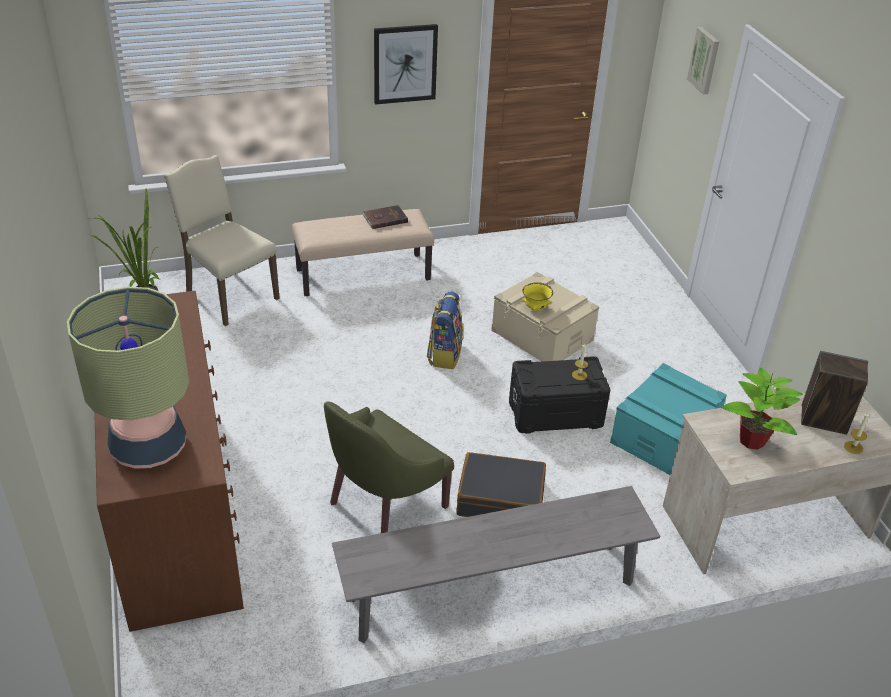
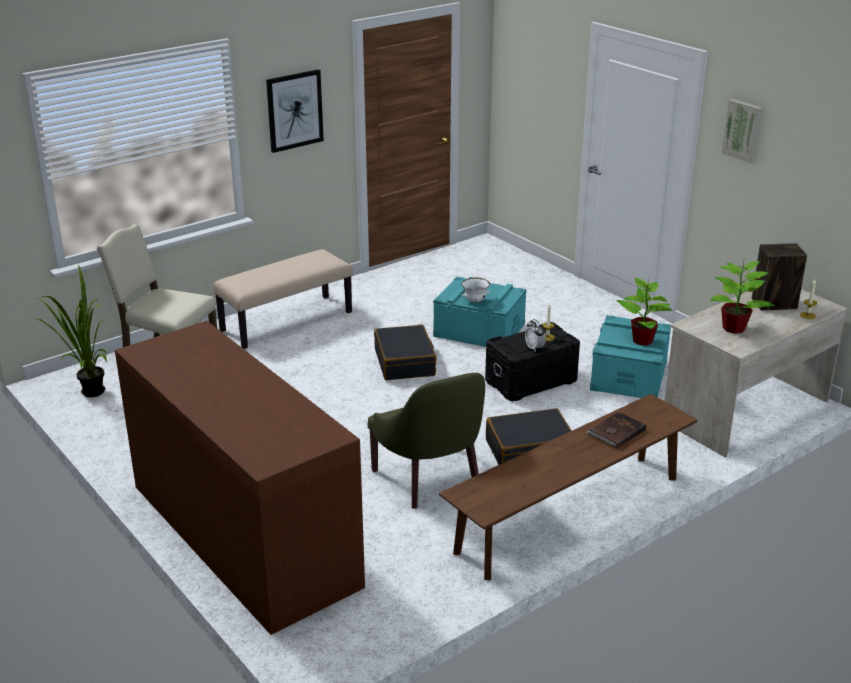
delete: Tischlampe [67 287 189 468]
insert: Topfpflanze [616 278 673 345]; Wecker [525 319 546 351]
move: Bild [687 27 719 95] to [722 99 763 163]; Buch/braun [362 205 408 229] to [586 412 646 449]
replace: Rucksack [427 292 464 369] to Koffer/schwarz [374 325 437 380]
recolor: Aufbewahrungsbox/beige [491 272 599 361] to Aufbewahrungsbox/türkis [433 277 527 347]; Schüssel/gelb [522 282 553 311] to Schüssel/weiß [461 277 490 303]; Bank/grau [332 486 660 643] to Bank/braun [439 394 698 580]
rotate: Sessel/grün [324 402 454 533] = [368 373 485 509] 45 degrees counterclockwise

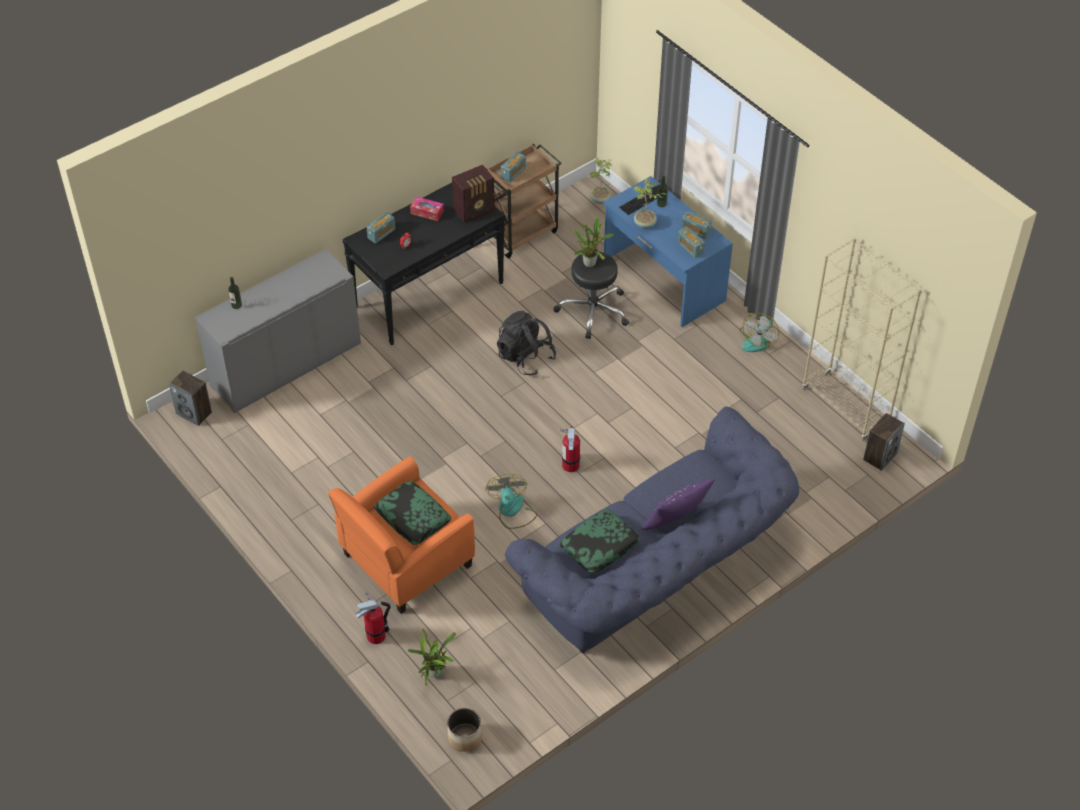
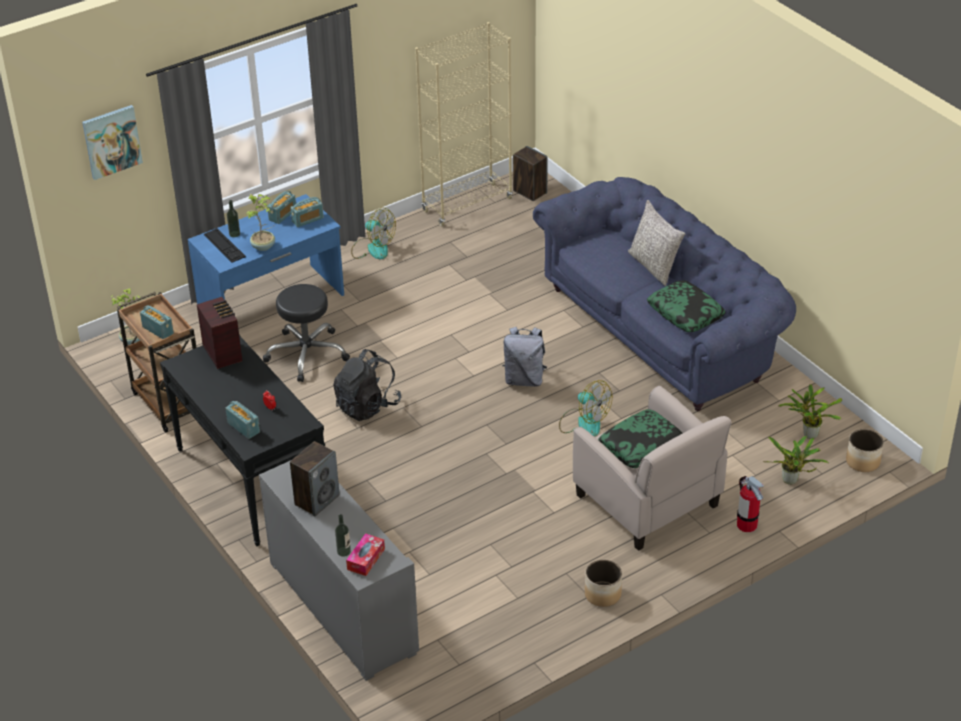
insert: Bild [82 105 143 180]; Pflanzkübel [585 560 622 607]
move: Taschentuchbox [410 197 444 221] to [346 533 385 576]; Topfpflanze [573 217 614 267] to [779 384 842 439]; Lautsprecher [169 371 212 426] to [290 441 340 516]
replace: Feuerlöscher [560 426 580 472] to Rucksack/grau [502 327 547 387]
recolor: Sessel/orange [328 456 475 614] to Sessel/beige [573 386 731 551]; Kissen/lila [641 478 715 530] to Kissen/grau [628 200 685 286]
rotate: Ventilator [485 474 537 529] = [559 380 612 437] 135 degrees counterclockwise

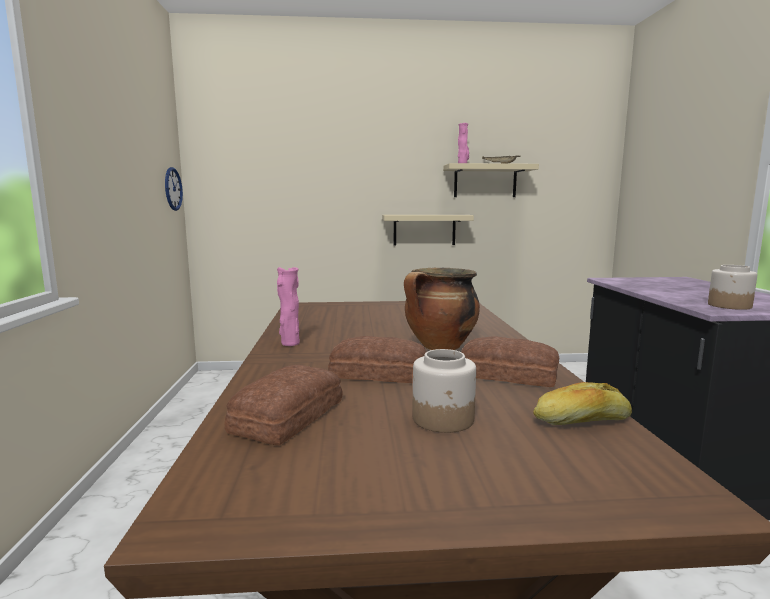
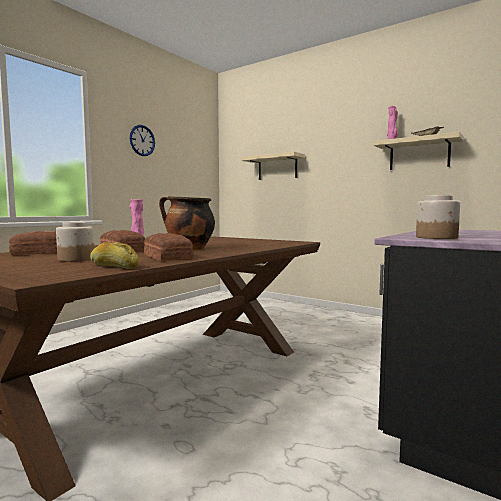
move: Wanduhr [165 167 183 211] to [130 125 155 156]; Wandregal/beige [382 215 474 245] to [241 152 305 180]

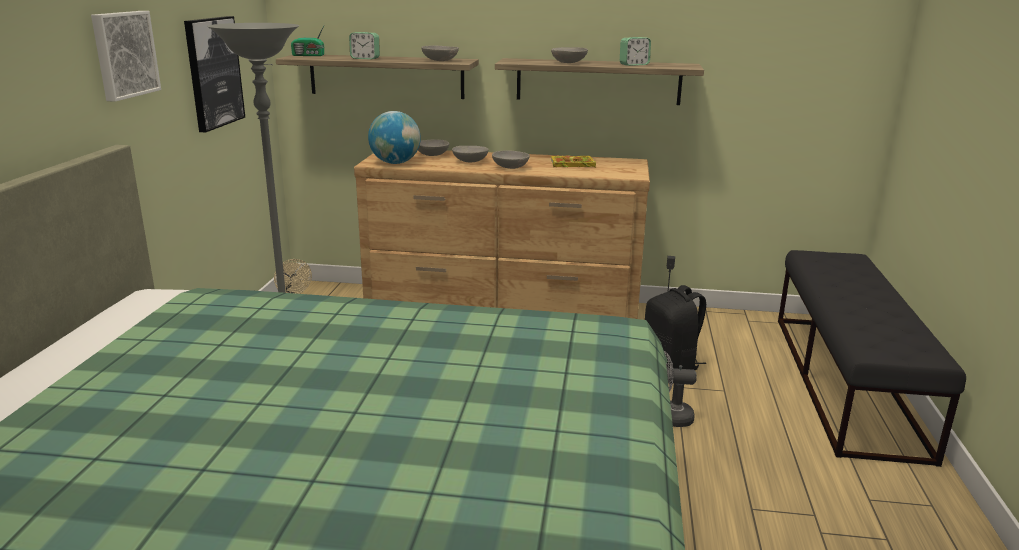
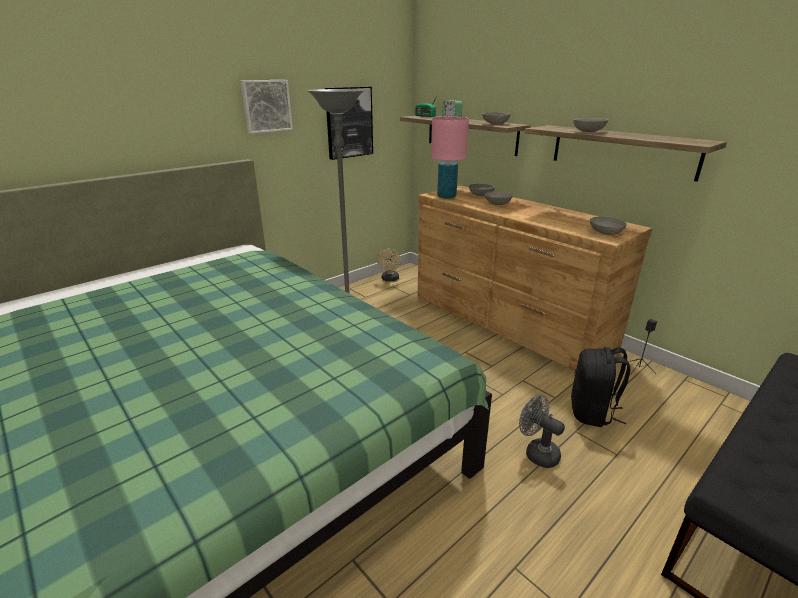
delete: Wecker [620 37 651 66]; Buch [551 155 596 167]
move: Schüssel/grau [492 150 530 169] to [590 217 627 235]
replace: Globus [368 111 421 164] to Tischlampe/rosa [431 117 469 199]

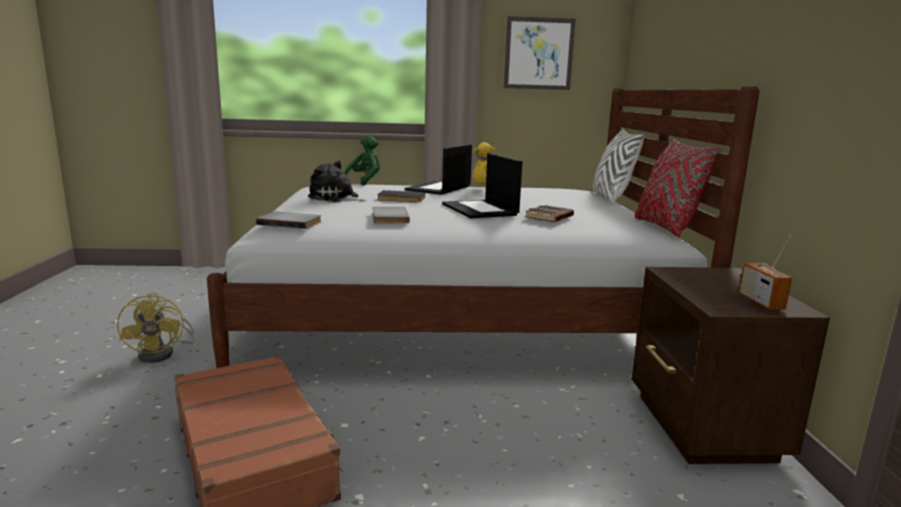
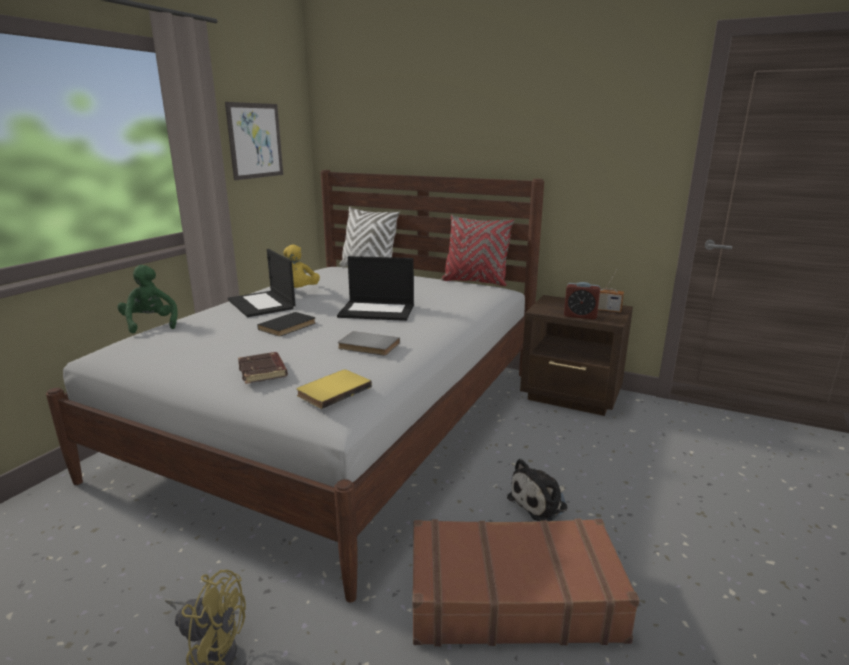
insert: Wecker [564 282 600 319]
move: Plüschtier [308 160 366 202] to [507 459 568 521]; Buch/braun [525 205 574 222] to [238 352 288 384]
recolor: Buch/grau [256 212 322 229] to Buch/gelb [296 370 372 409]

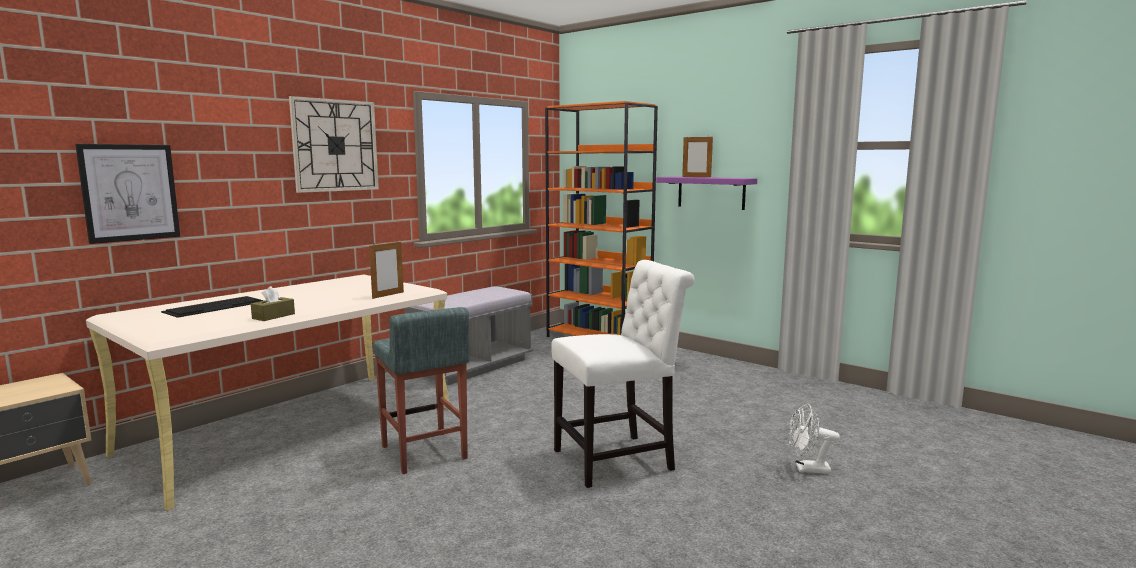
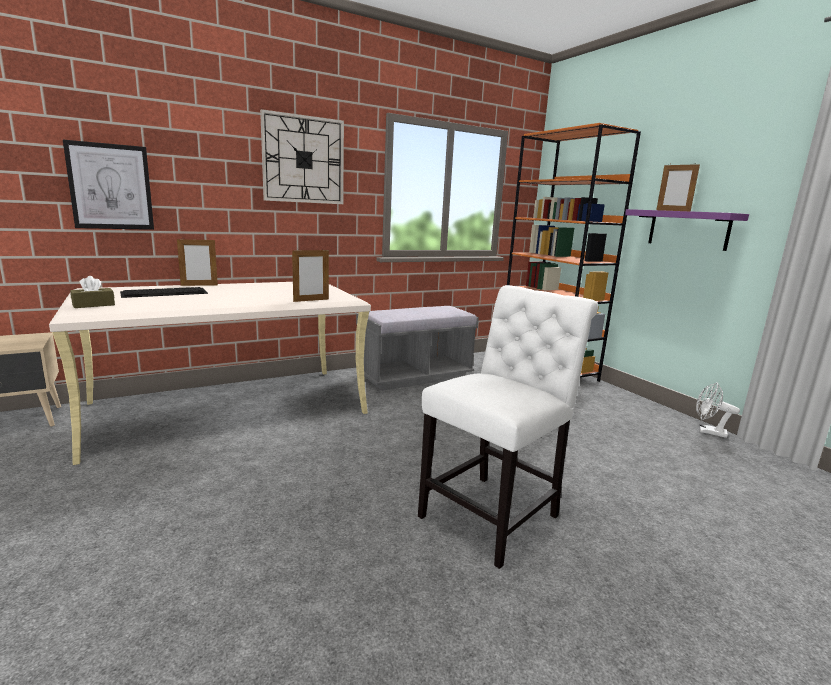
delete: Hocker/grau [373 307 470 474]
insert: Bilderrahmen [177 238 218 286]
move: Taschentuchbox/braun [251 286 295 321] to [70 276 115 308]; Ventilator/weiß [788 403 840 474] to [696 383 740 438]
rotate: Stuhl/weiß [551 260 695 488] = [418 285 598 569] 45 degrees counterclockwise

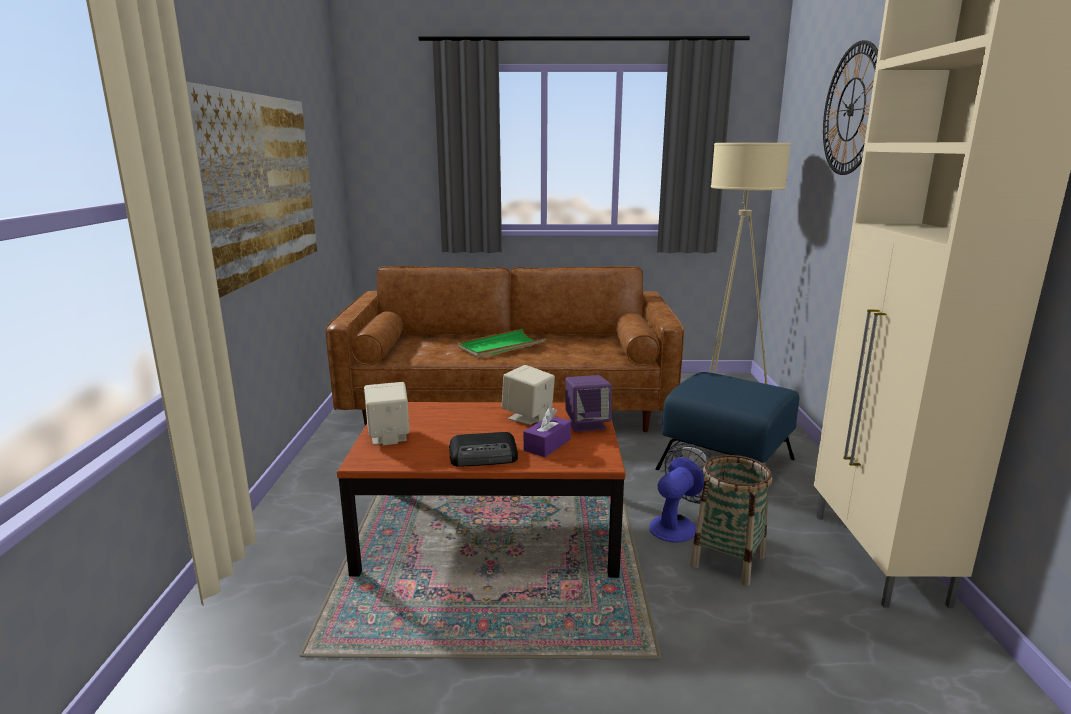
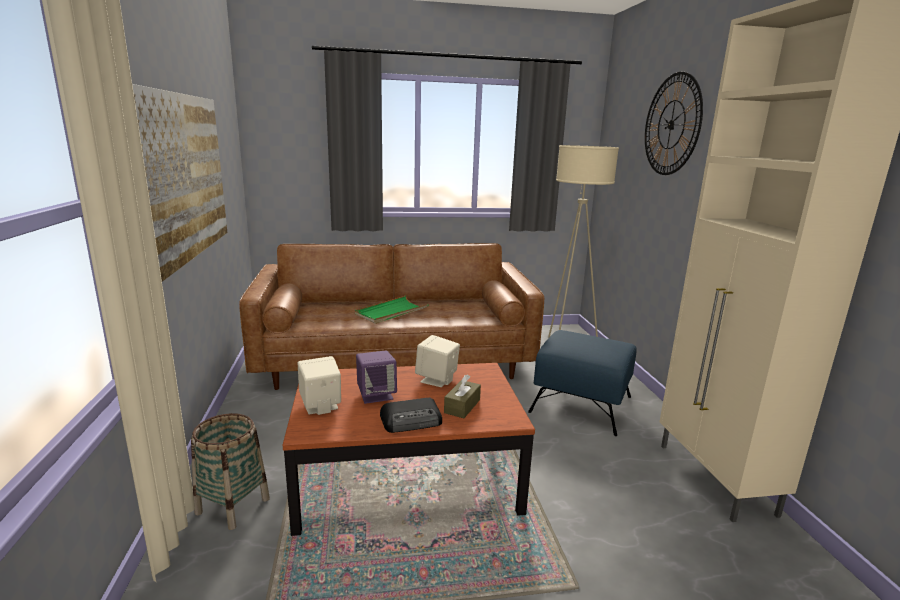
delete: Ventilator [649 443 711 543]
move: Lautsprecher/lila [565 375 612 432] to [356 350 397 404]; Korb [690 455 772 586] to [191 413 270 530]
recolor: Taschentuchbox/lila [523 407 571 457] to Taschentuchbox/braun [444 374 481 418]

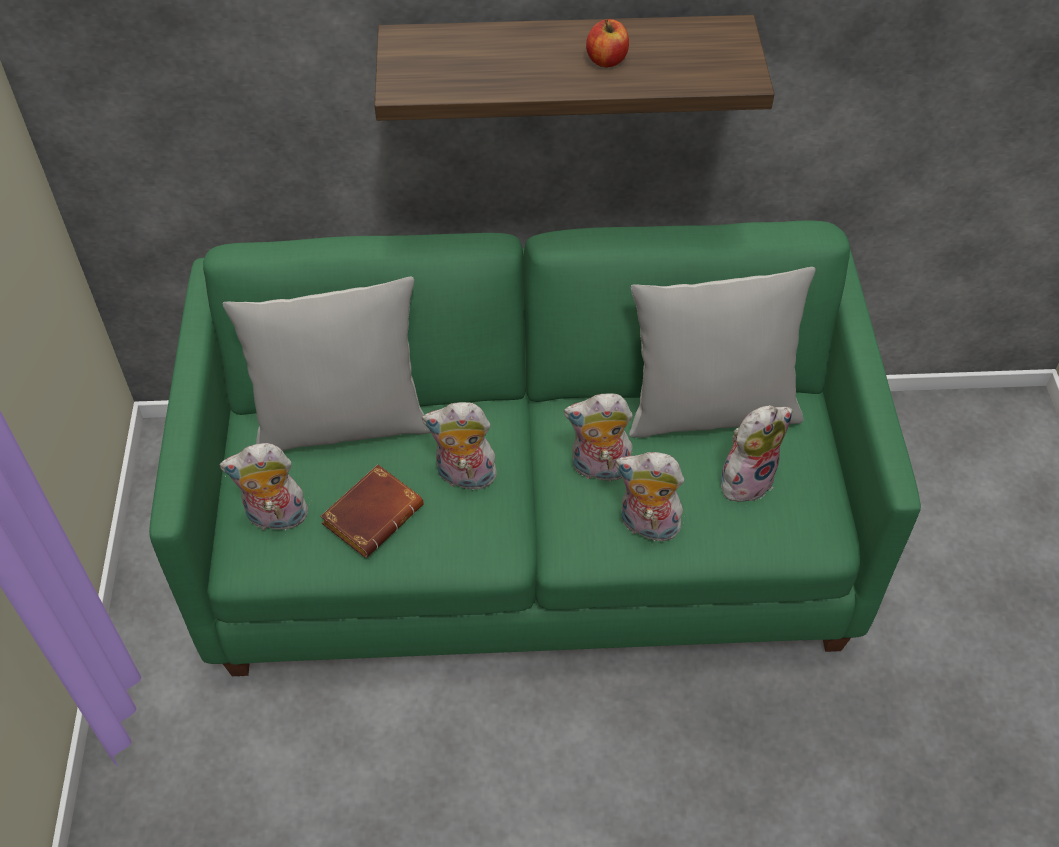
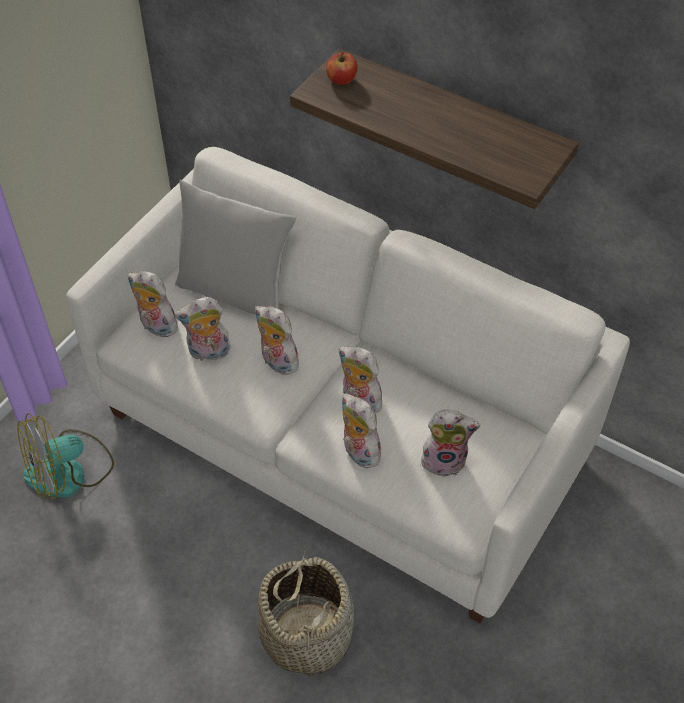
delete: Kissen/grau [629 267 816 438]
insert: Ventilator [17 413 114 499]; Korb [258 549 354 683]
move: Apfel [586 19 629 67] to [326 52 357 85]
replace: Buch/braun [320 464 424 558] to Plüschtier [174 297 231 361]
recolor: Sofa/grün [149 220 921 676] to Sofa/weiß [66 147 630 624]

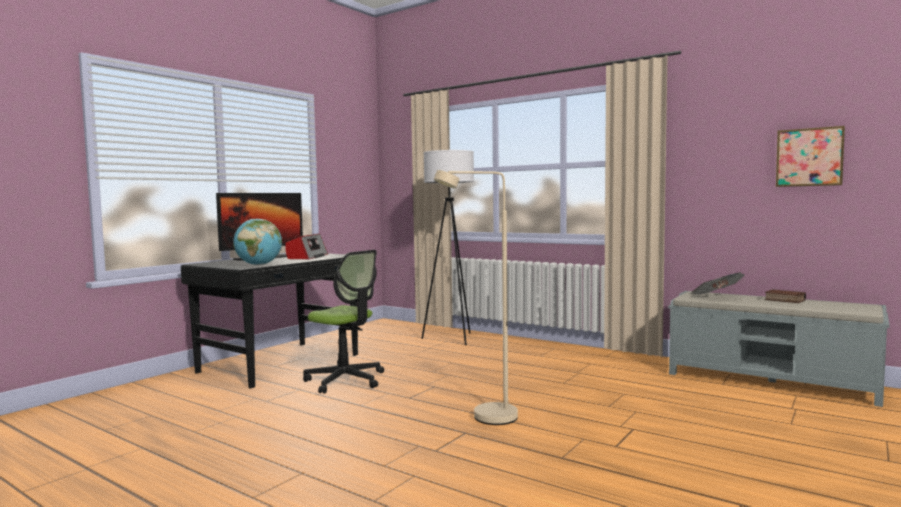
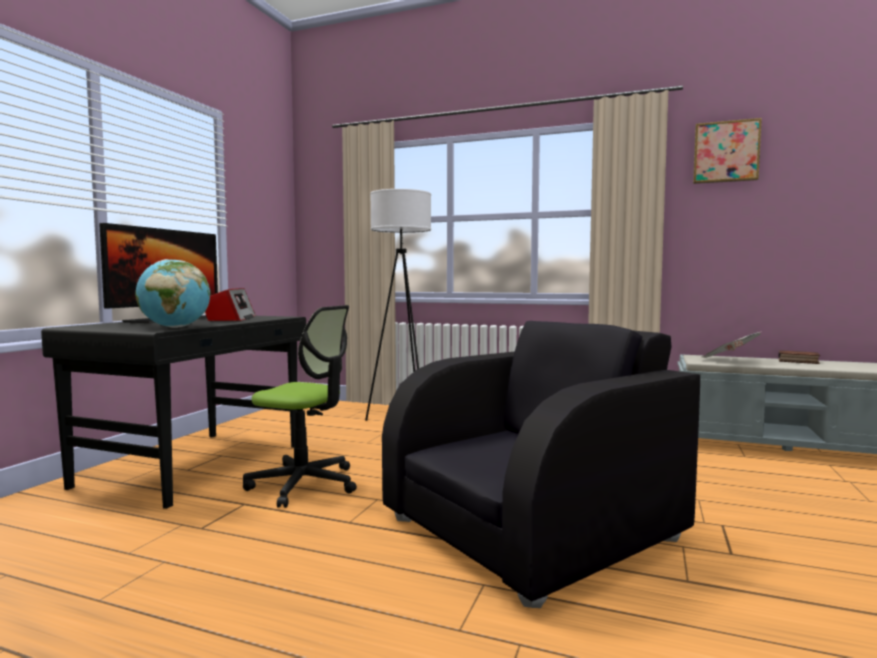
move: Bild [776 126 845 187] to [693 118 762 184]
replace: Stehlampe/beige [433 170 518 425] to Sessel/schwarz [382 321 700 608]

